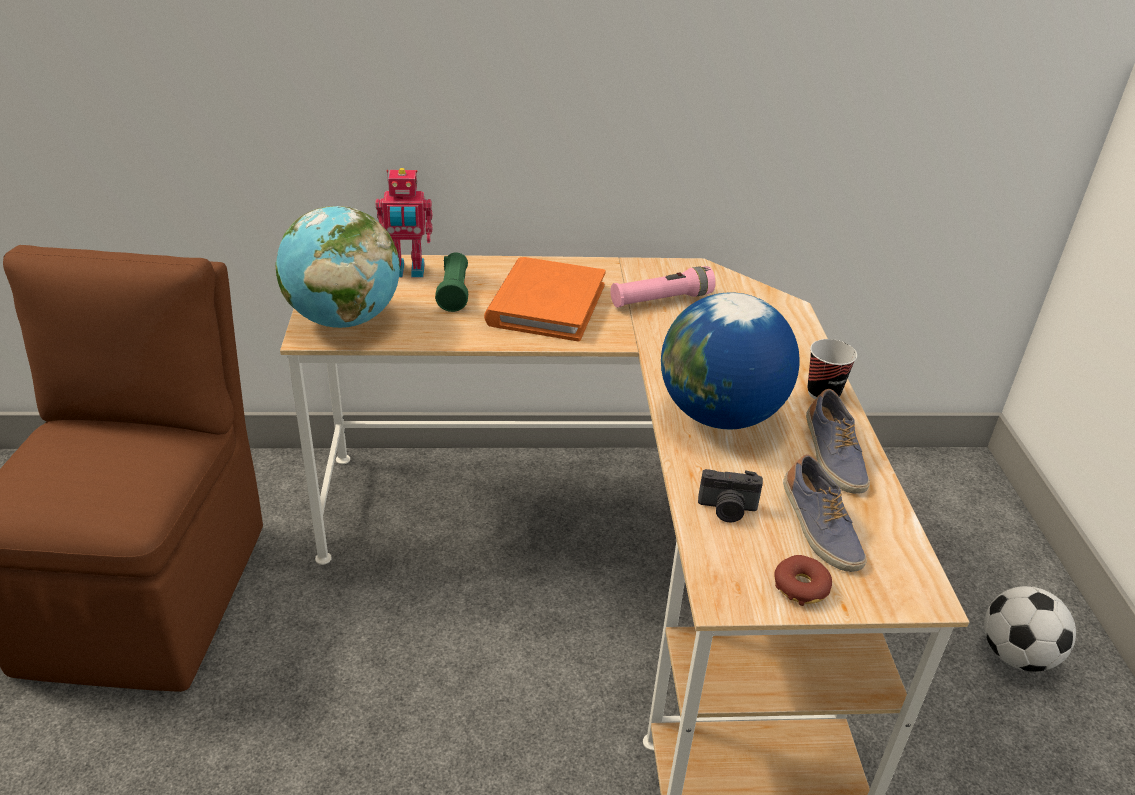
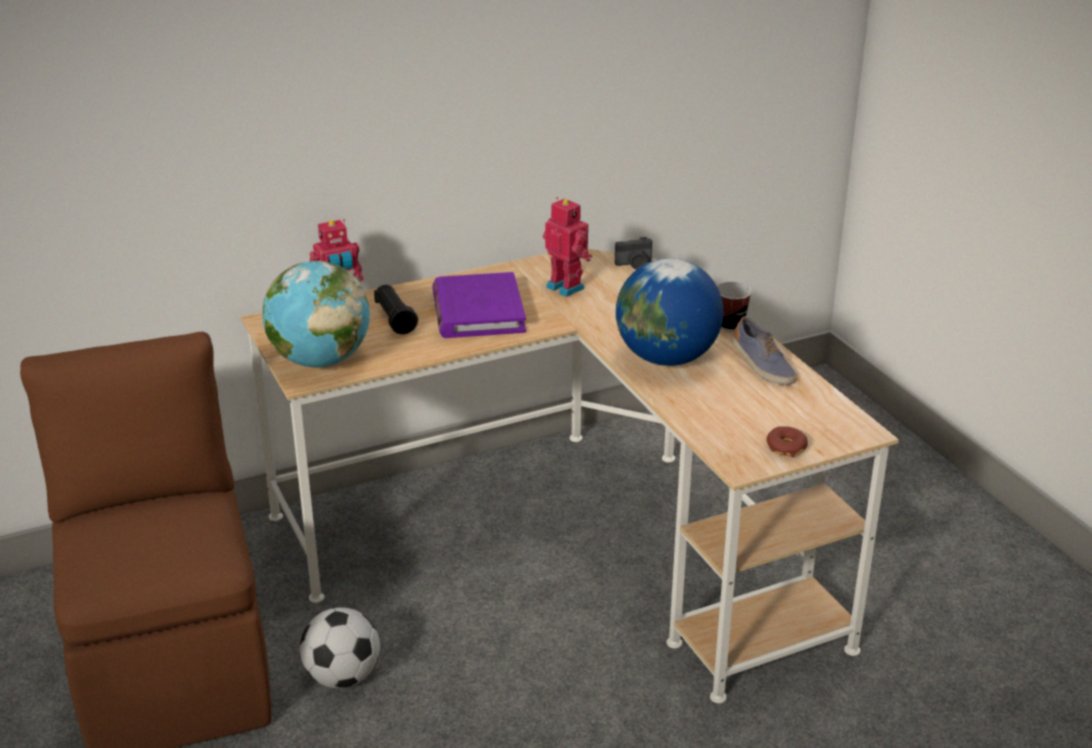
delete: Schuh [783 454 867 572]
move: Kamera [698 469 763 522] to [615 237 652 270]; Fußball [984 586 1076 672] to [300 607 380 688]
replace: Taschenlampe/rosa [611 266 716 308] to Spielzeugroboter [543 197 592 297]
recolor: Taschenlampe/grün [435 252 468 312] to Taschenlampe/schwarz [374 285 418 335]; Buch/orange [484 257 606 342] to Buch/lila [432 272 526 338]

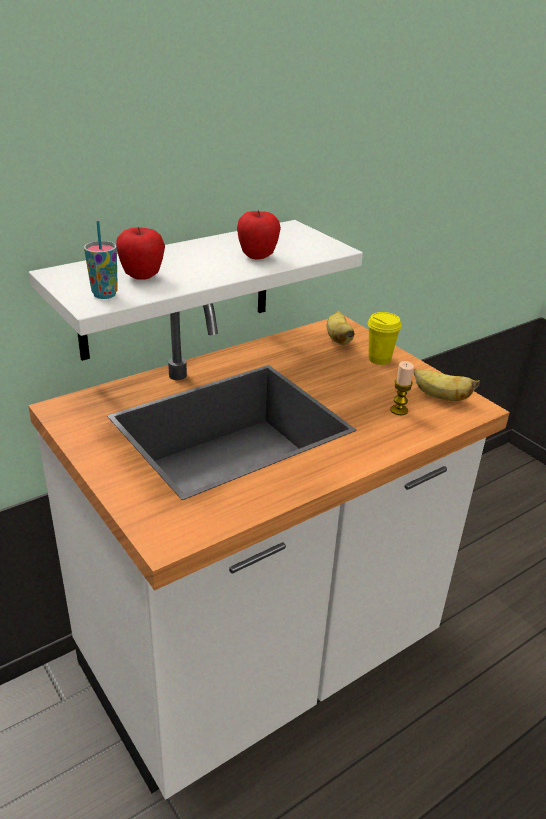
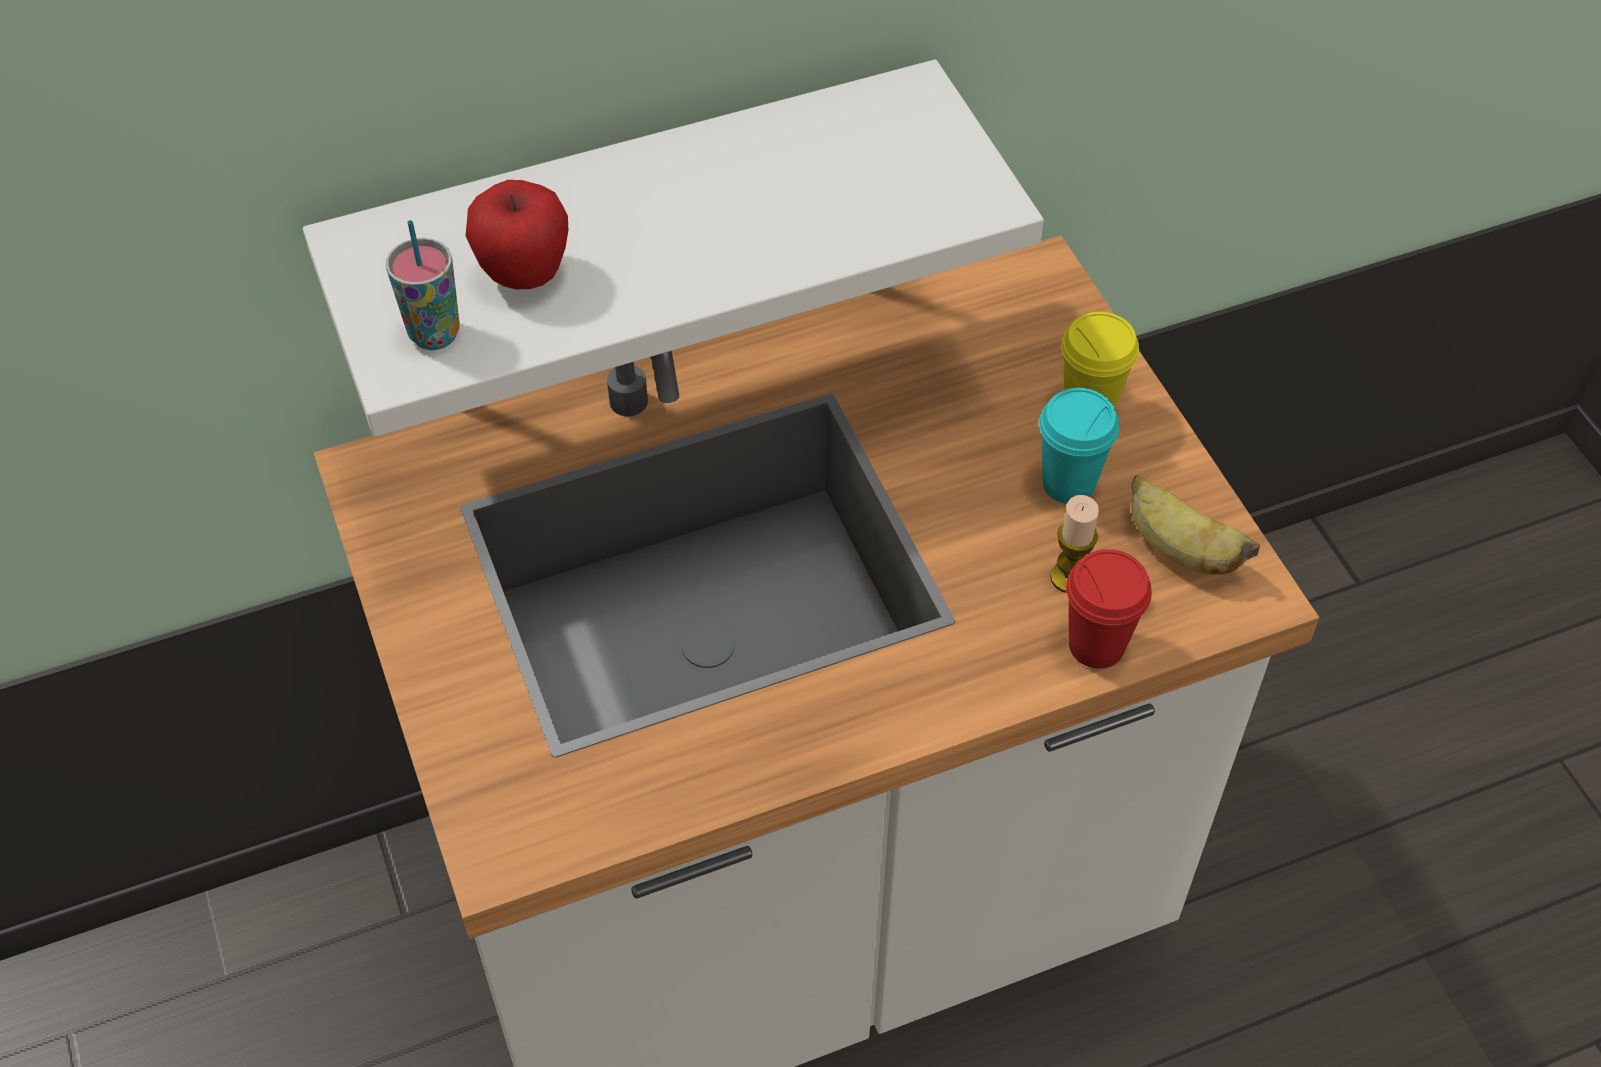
delete: Apfel [237 210 281 259]; Banane [327 311 355 345]
insert: Tasse/türkis [1039 388 1119 504]; Tasse/rot [1066 549 1152 669]

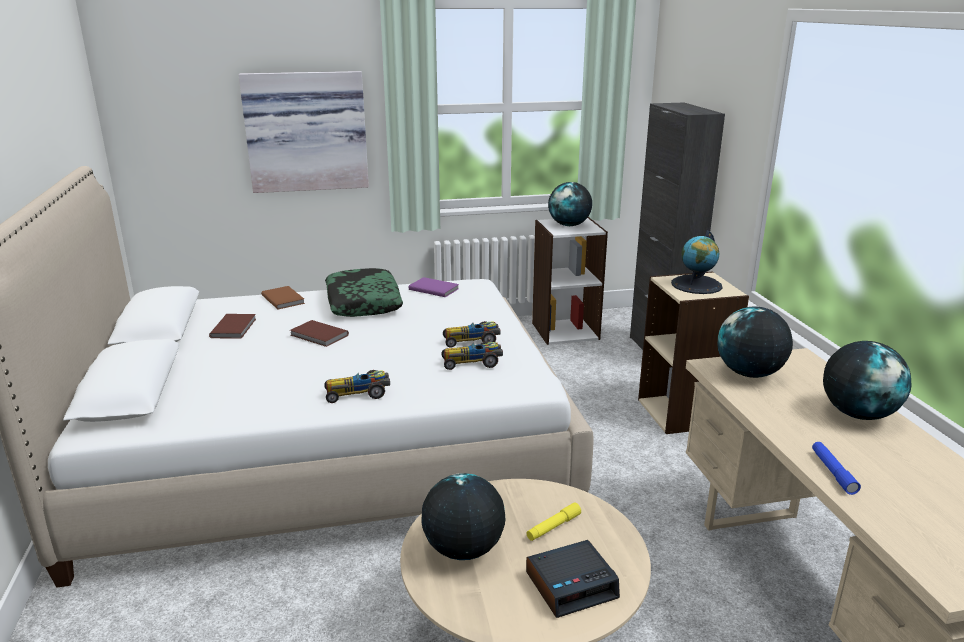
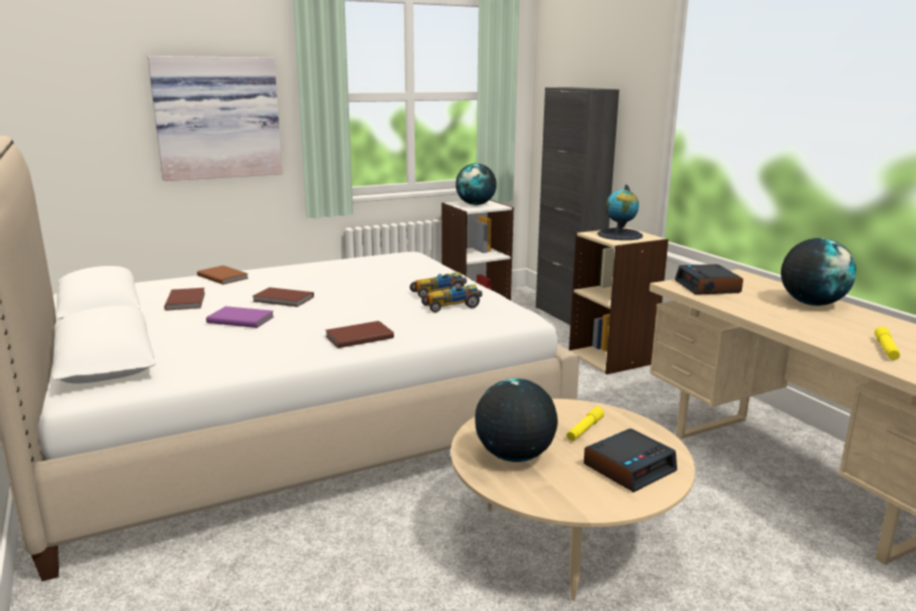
delete: Kissen [325 268 403 317]; Taschenlampe/blau [812 442 861 495]
insert: Taschenlampe/gelb [874 327 900 360]
move: Buch/lila [409 277 459 297] to [206 306 274 328]
replace: Globus [718 307 793 378] to Wecker [675 264 743 295]; Spielzeugauto [324 370 390 403] to Buch/braun [325 321 394 348]

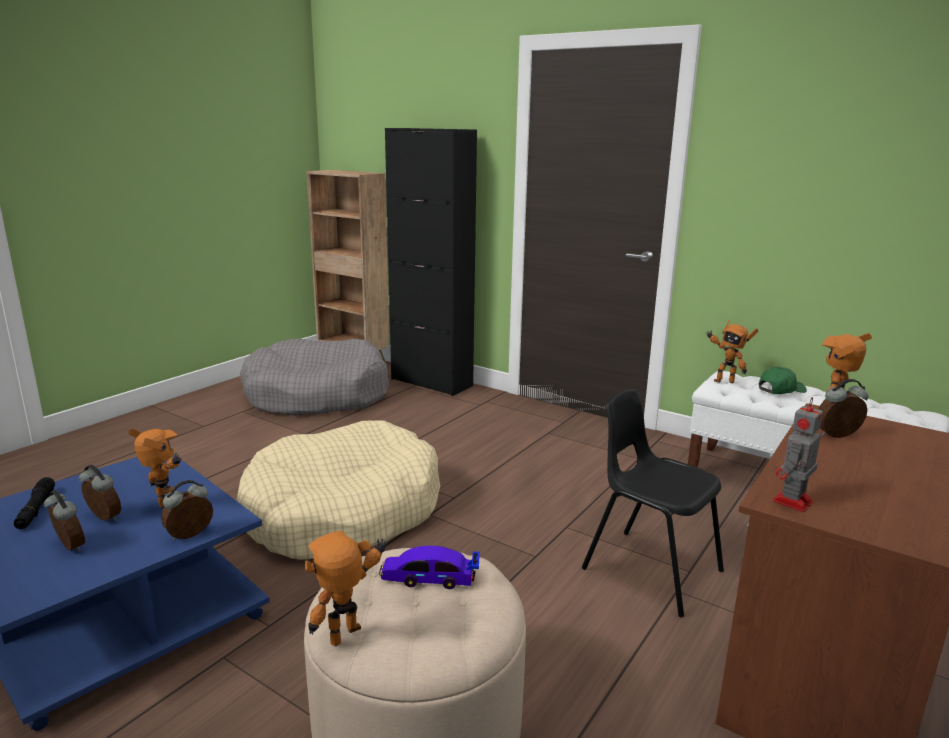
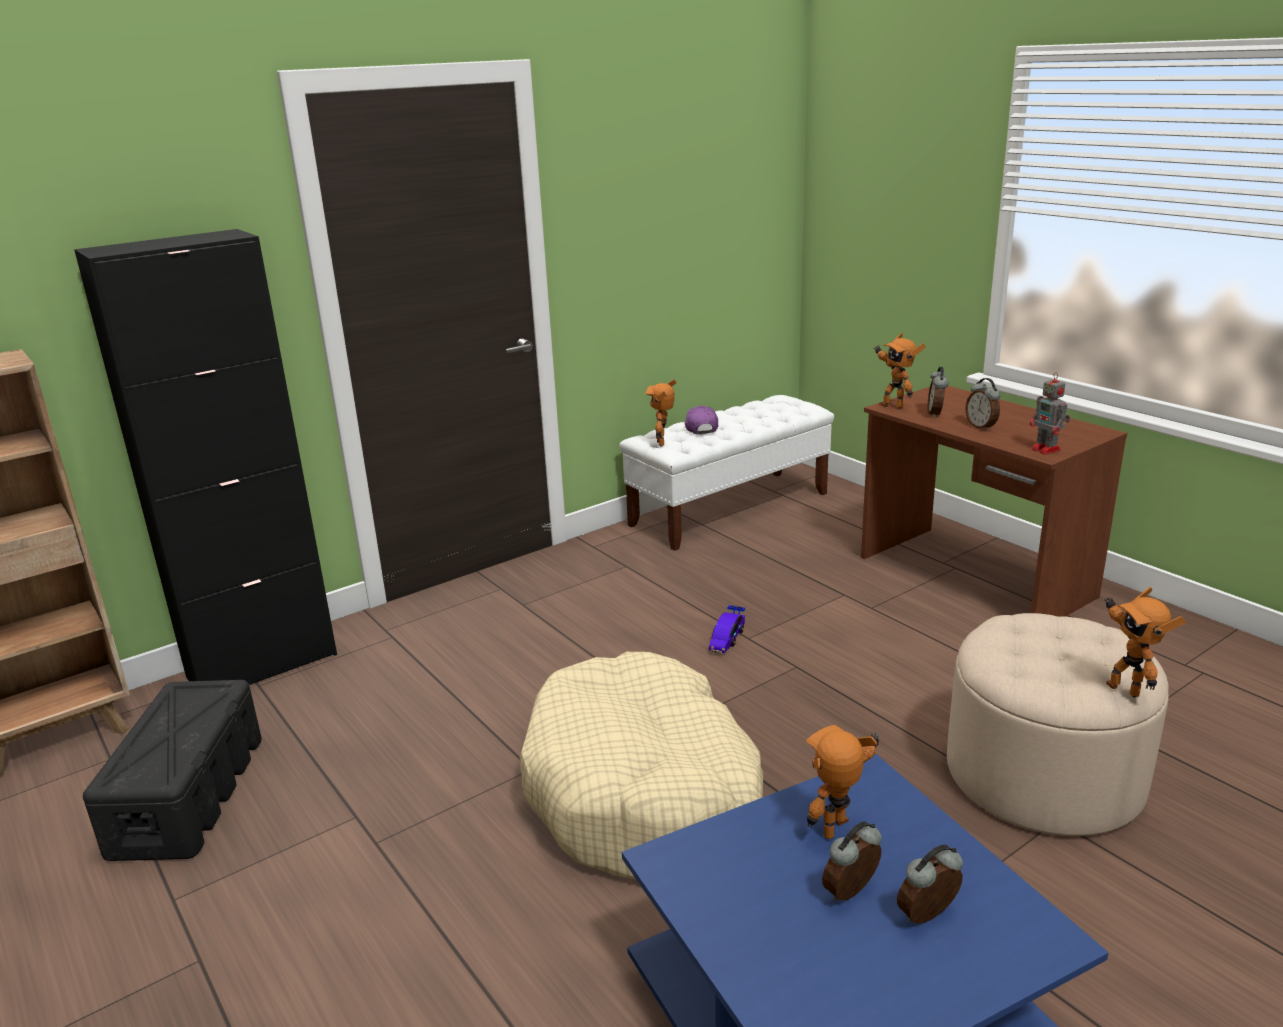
delete: Stuhl/schwarz [582 389 724 618]; Taschenlampe/schwarz [14 477 55 529]
move: Wecker [161 480 213 540] to [965 378 1001 431]; Spielzeugauto [379 546 480 589] to [709 605 745 654]
replace: Hundebett/grau [240 339 389 416] to Aufbewahrungsbox/schwarz [83 680 262 861]
recolor: Kappe/grün [759 367 807 394] to Kappe/lila [684 406 719 434]
rotate: Spielzeugroboter [706 320 758 383] = [645 380 677 447] 135 degrees clockwise

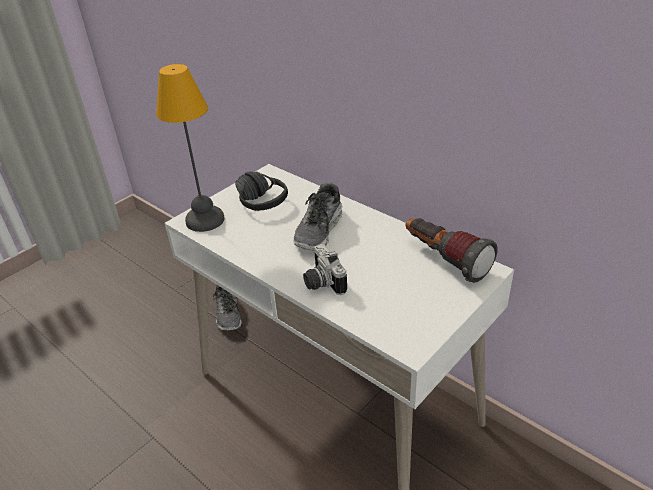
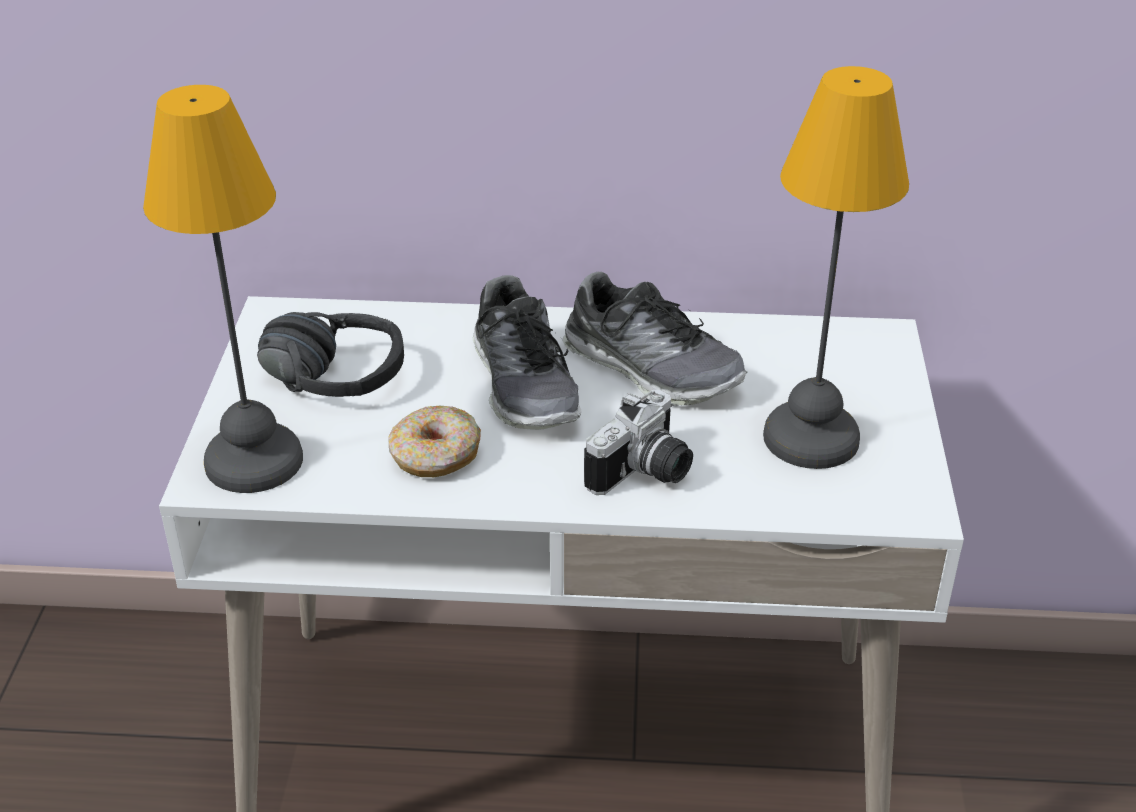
delete: Taschenlampe [406 218 498 283]
insert: Tischlampe [763 66 909 469]; Donut [388 406 481 477]
move: Schuh [213 285 241 330] to [563 272 747 406]
rotate: Kamera [303 244 347 295] = [584 390 693 495] 75 degrees counterclockwise

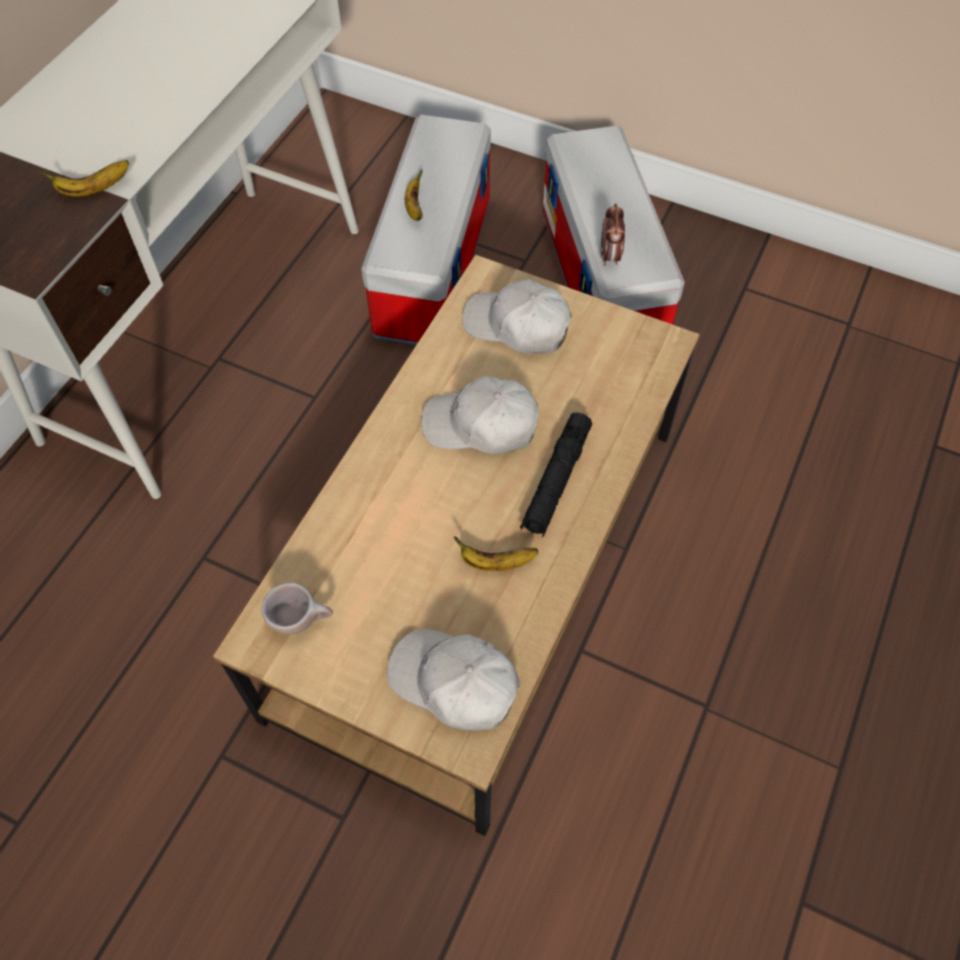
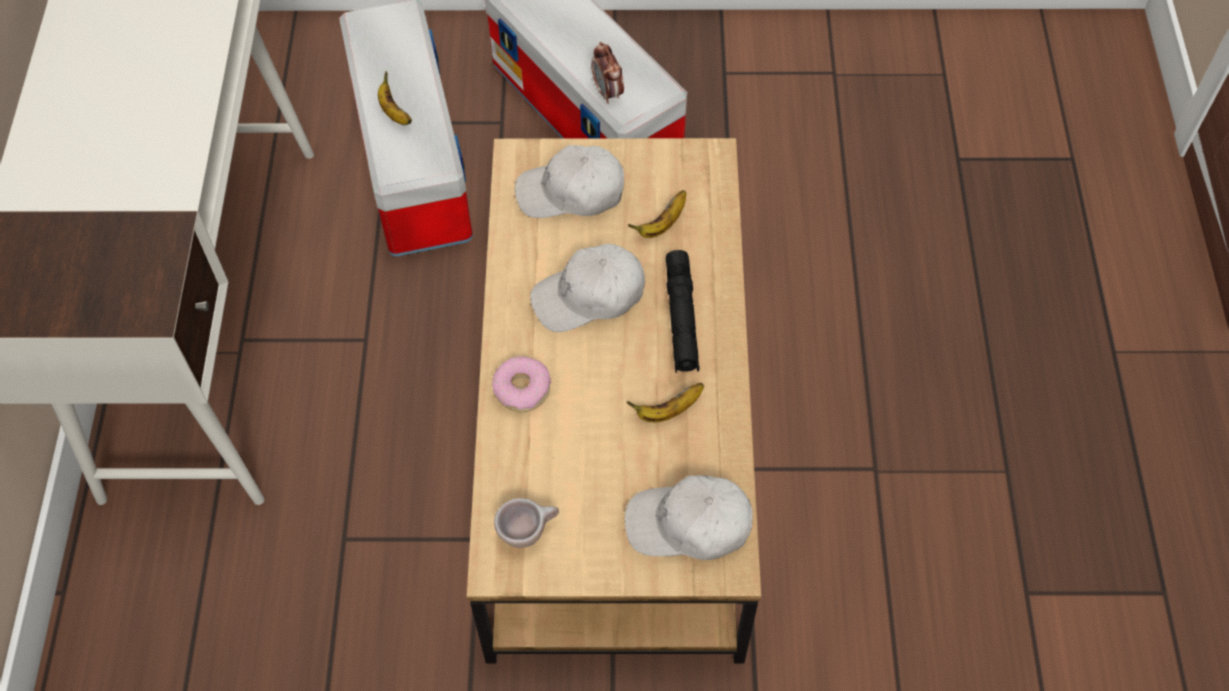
insert: Donut [492 356 551 412]
move: Banane [39 160 129 197] to [628 190 686 238]

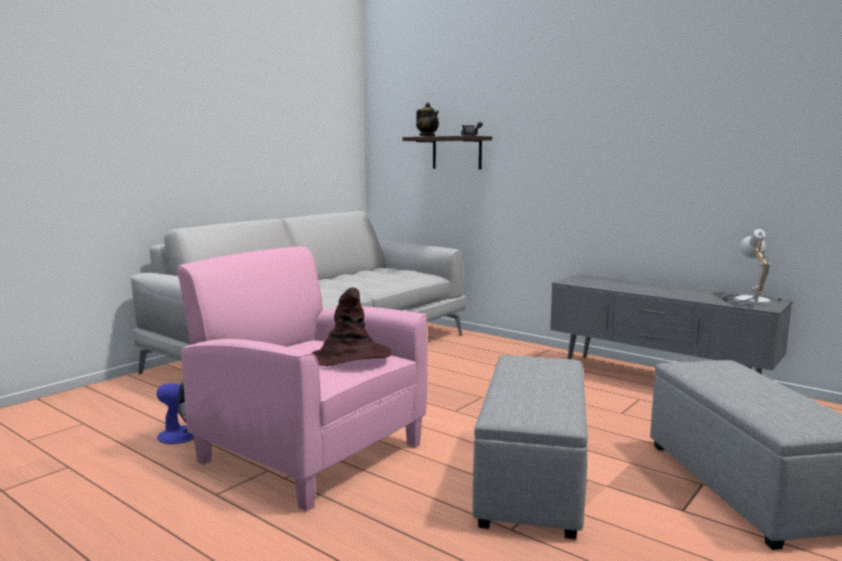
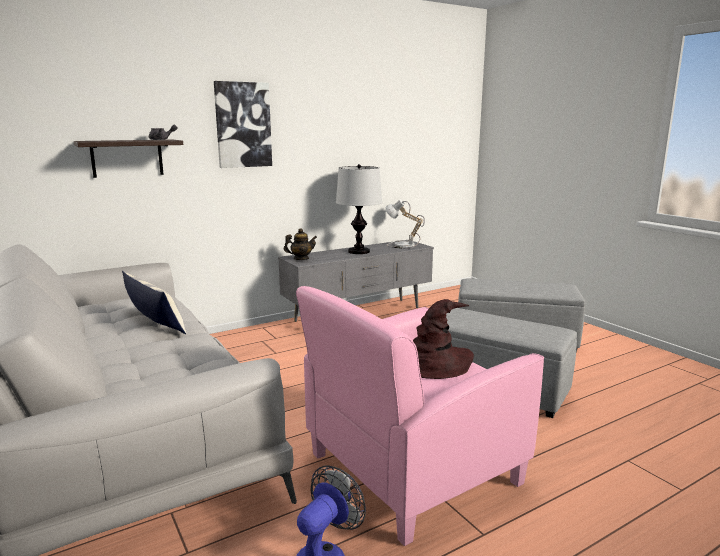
insert: Bild [214 81 272 168]; Tischlampe [336 164 382 254]; Kissen [122 270 187 334]
move: Teekanne [416 103 439 137] to [284 228 317 260]

